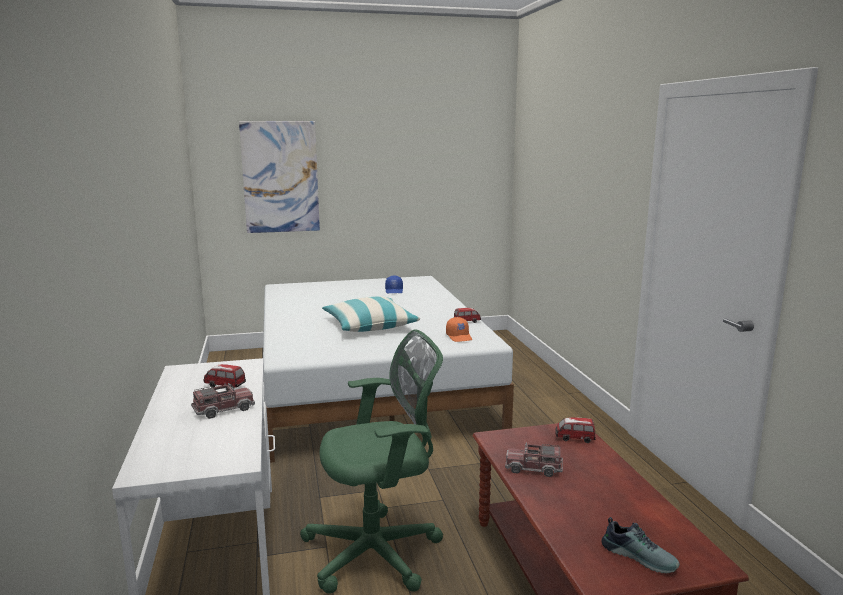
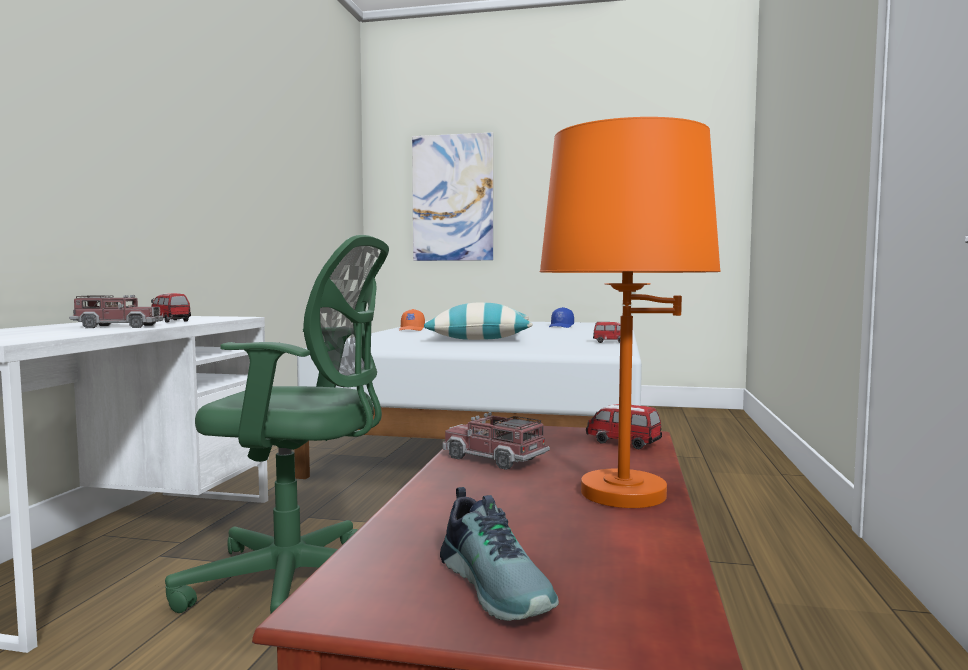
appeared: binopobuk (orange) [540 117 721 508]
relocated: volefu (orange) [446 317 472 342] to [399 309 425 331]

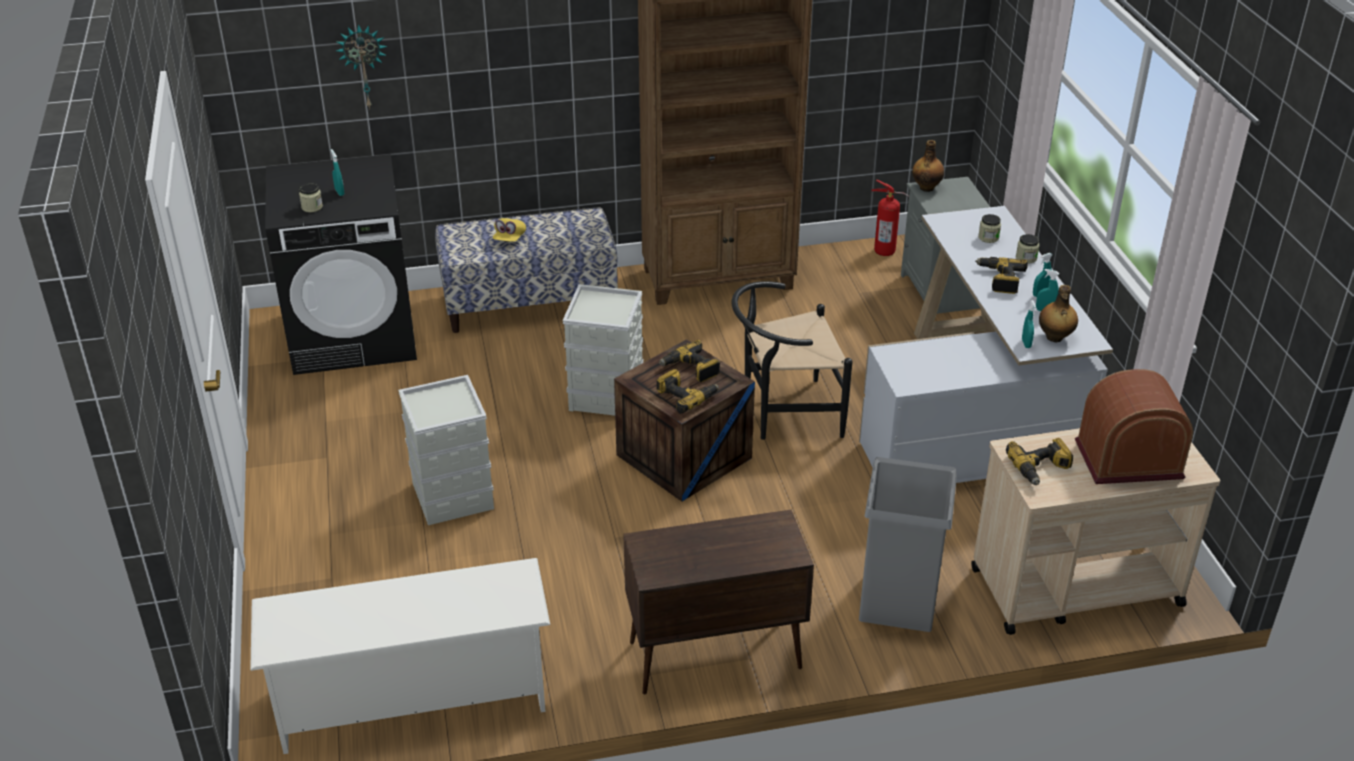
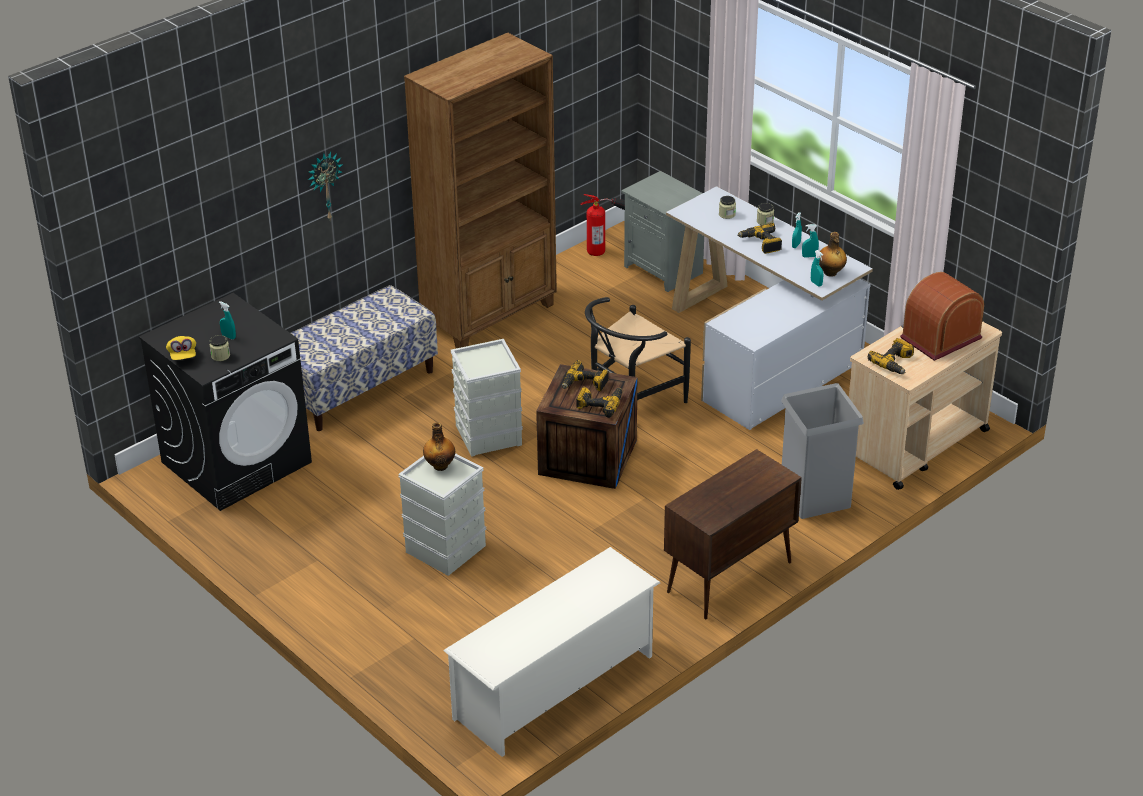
relocated: volefu (yellow) [493 218 526 242] to [166 336 196 360]; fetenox [336 24 387 109] to [308 151 343 220]; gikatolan [912 140 944 192] to [423 422 455 471]

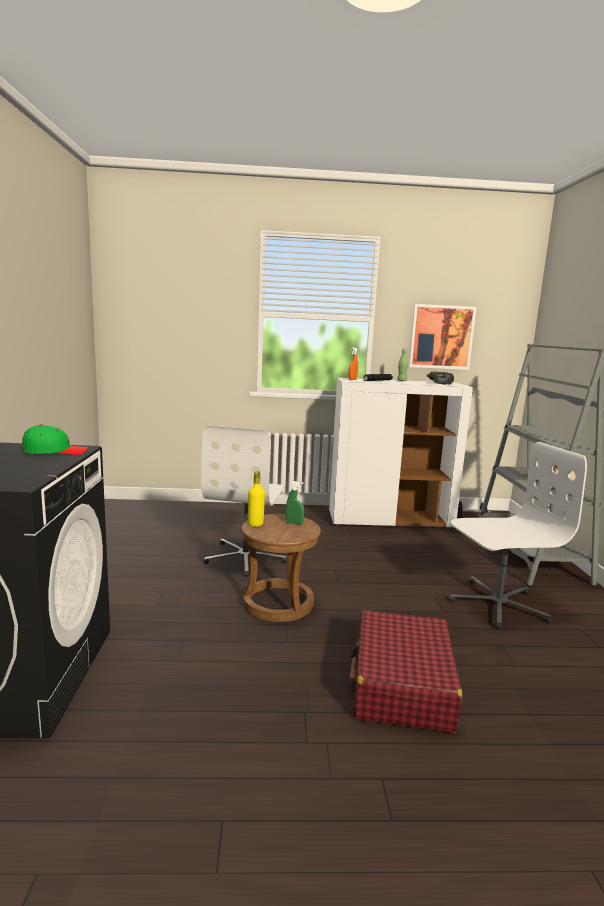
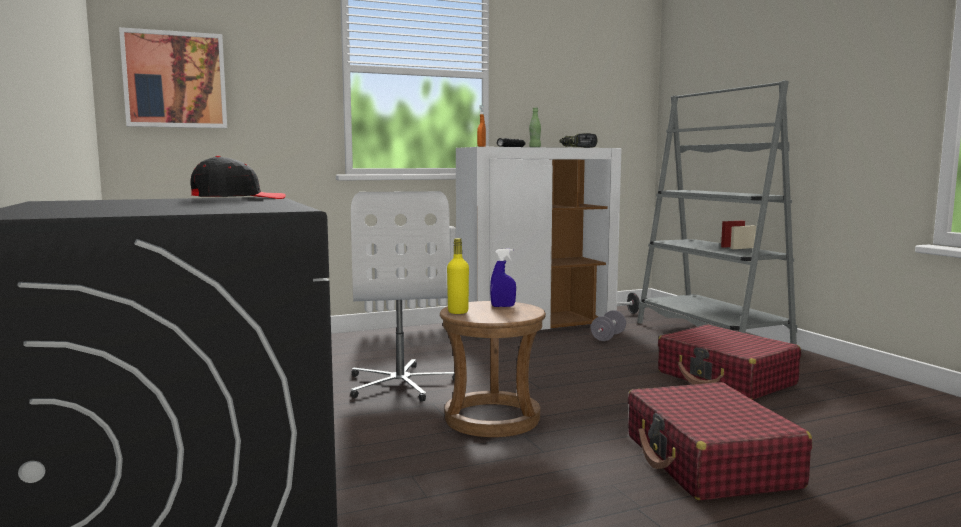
appeared: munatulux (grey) [591 310 626 341]
relocated: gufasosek [408 304 476 370] to [119 27 227 128]
exchanged: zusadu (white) [449 442 587 629] to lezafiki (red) [658 324 801 400]
colour: volefu (green) [22 424 88 455] to volefu (black) [190 156 286 199]; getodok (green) [286 481 304 525] to getodok (blue) [490 249 516 307]

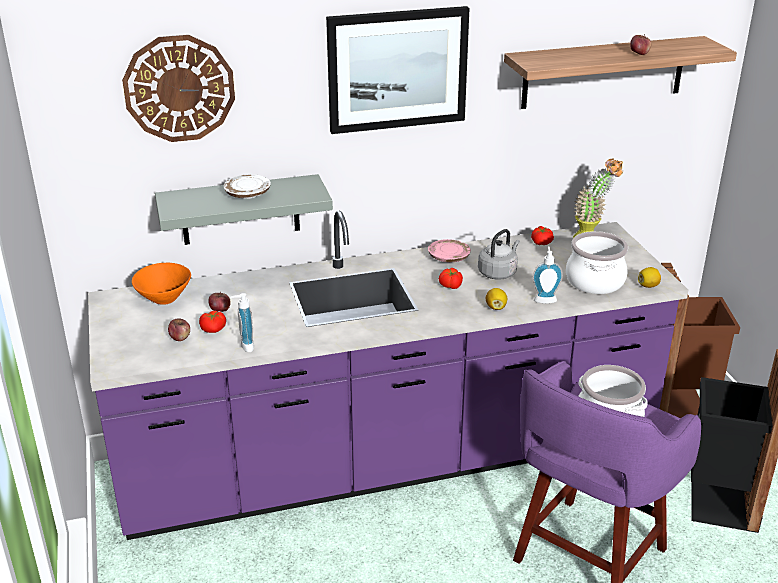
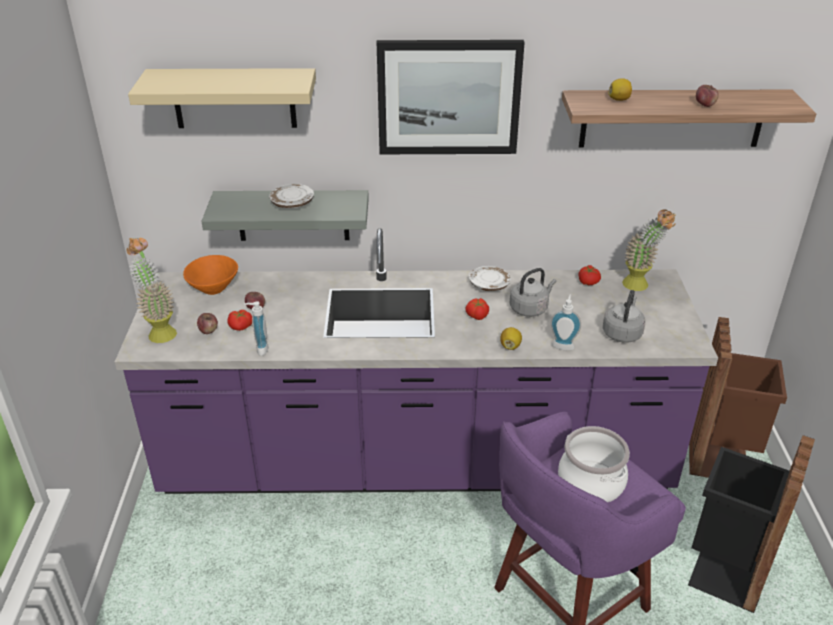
appeared: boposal [127 238 177 343]
relocated: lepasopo [638 267 661 288] to [608 78 632 101]
exchanged: fetenox [122 35 235 142] to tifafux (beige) [128 68 316 128]; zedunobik [566 231 628 294] to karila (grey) [603 290 645 343]
colour: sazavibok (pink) [428 239 471 262] to sazavibok (white) [469 266 511 291]

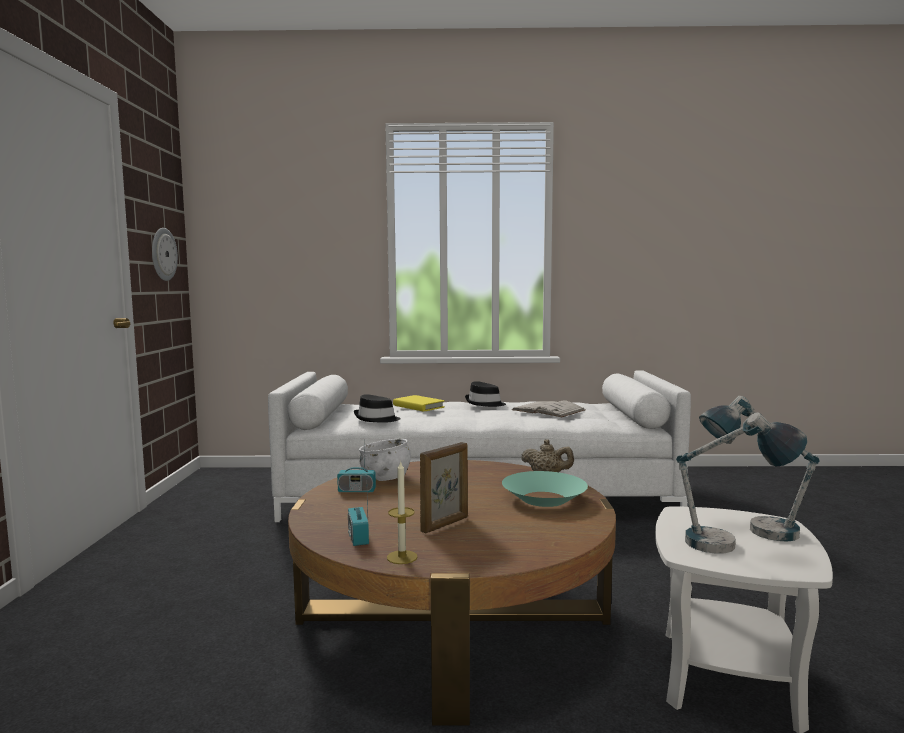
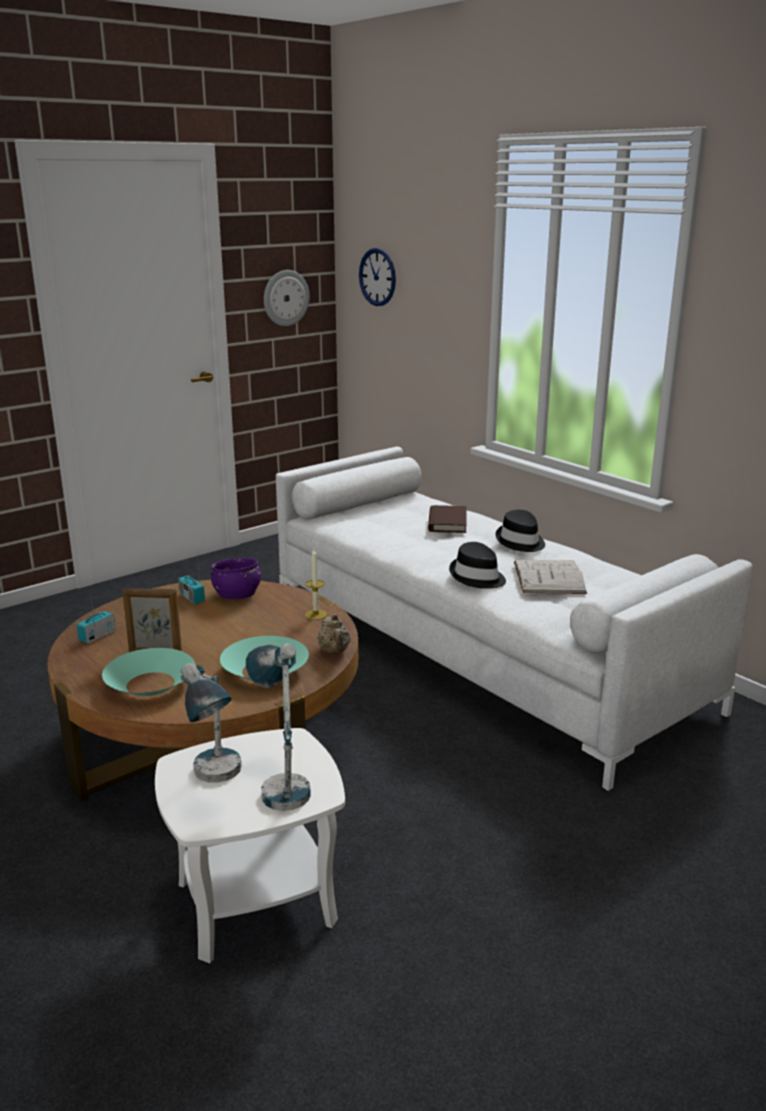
appeared: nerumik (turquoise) [102 648 195 696]; fetenox [359 248 396 306]
relocated: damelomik [387 461 418 564] to [305 549 327 620]; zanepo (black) [354 394 401 423] to [449 542 506 589]
colour: nerumik (white) [359 439 411 481] to nerumik (purple) [211 558 261 599]; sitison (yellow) [393 395 445 412] to sitison (brown) [428 505 467 533]

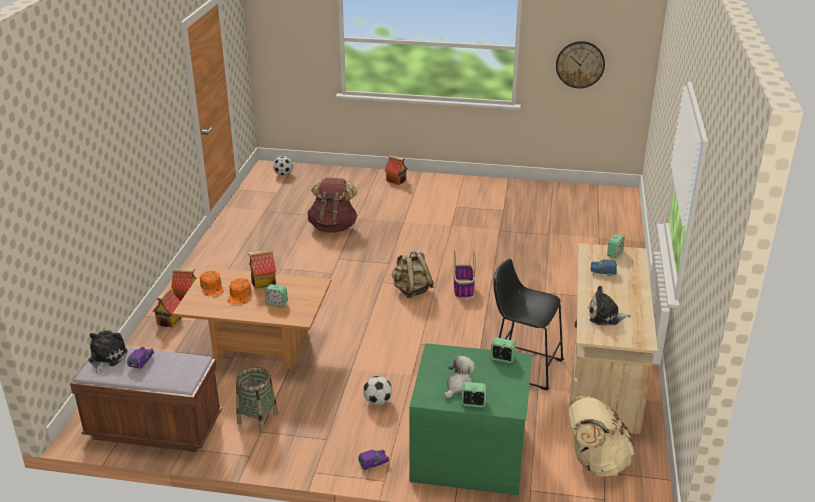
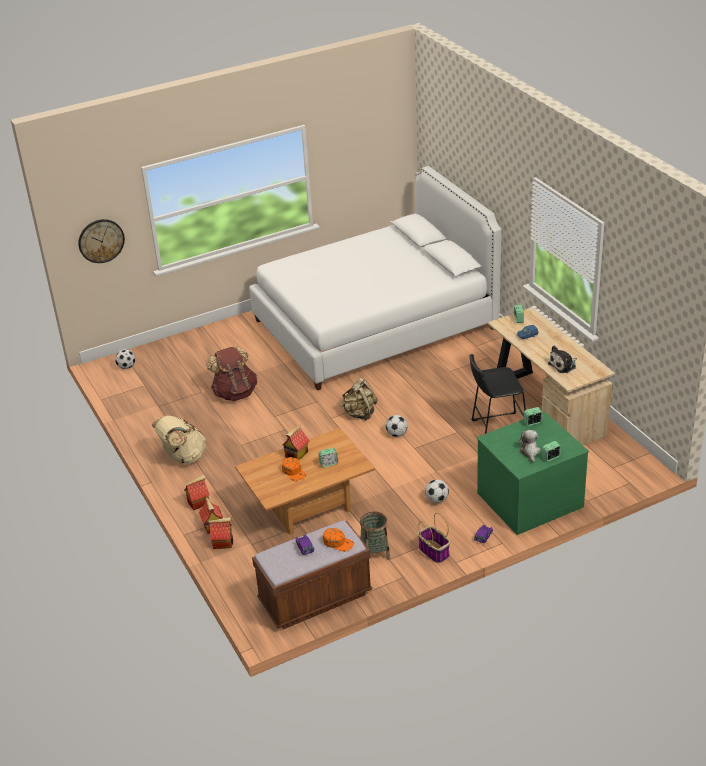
missing: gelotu [89 330 128 374]
appeared: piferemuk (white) [249 166 502 391]; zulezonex [386 415 408 437]
relocated: fetenox [556 41 605 88] to [78 219 125 263]; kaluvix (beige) [568 396 635 477] to [152 416 206 464]; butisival [385 156 407 185] to [208 517 233 549]; volefu (orange) [200 271 224 296] to [323 528 354 552]; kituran [453 250 476 298] to [418 513 450 564]

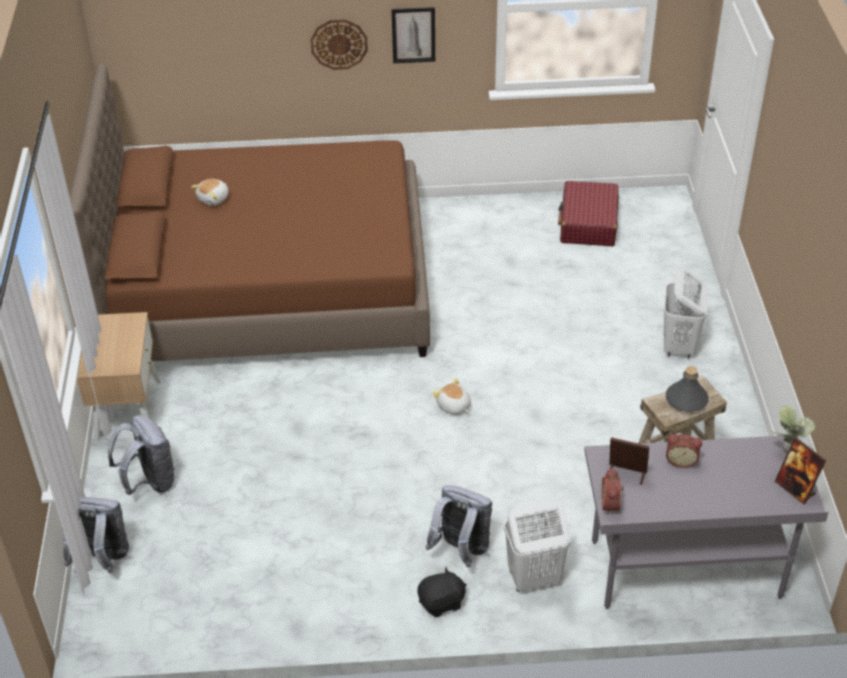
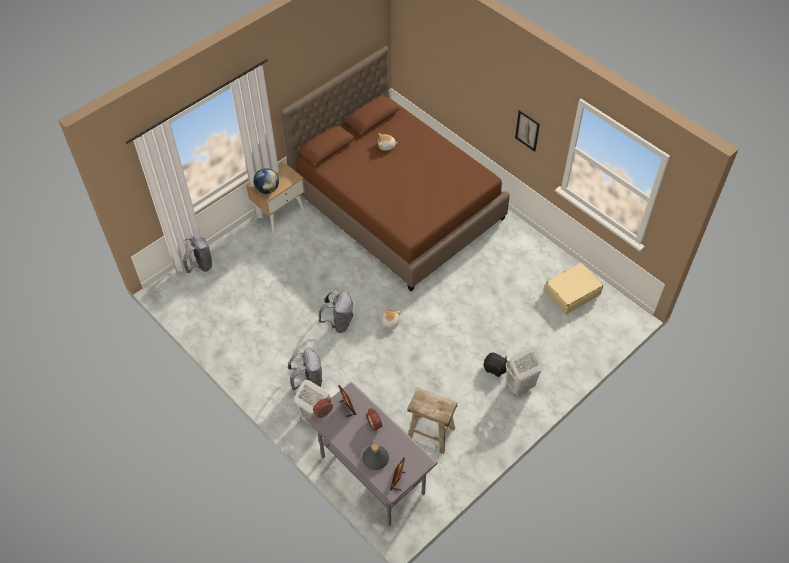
missing: fetenox [311 19 368 70]; boposal [772 405 815 453]
appeared: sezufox [253 168 279 194]
relocated: kaluvix (grey) [108 415 175 495] to [319 290 353 333]; gikatolan (grey) [666 366 709 412] to [362 444 389 470]; gelotu (black) [417 567 467 617] to [483 353 507 377]
colour: lezafiki (red) [558 181 619 246] to lezafiki (beige) [544 263 603 314]

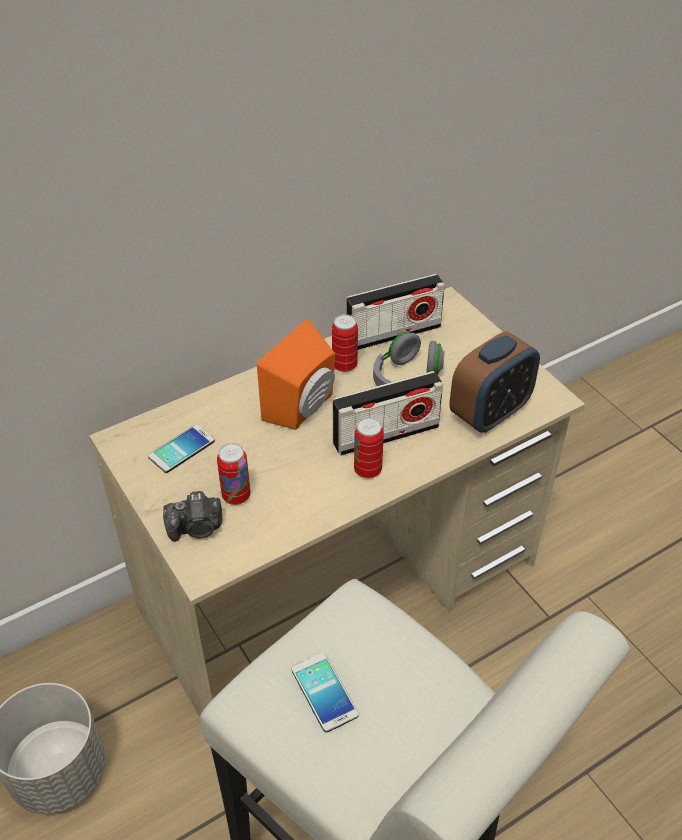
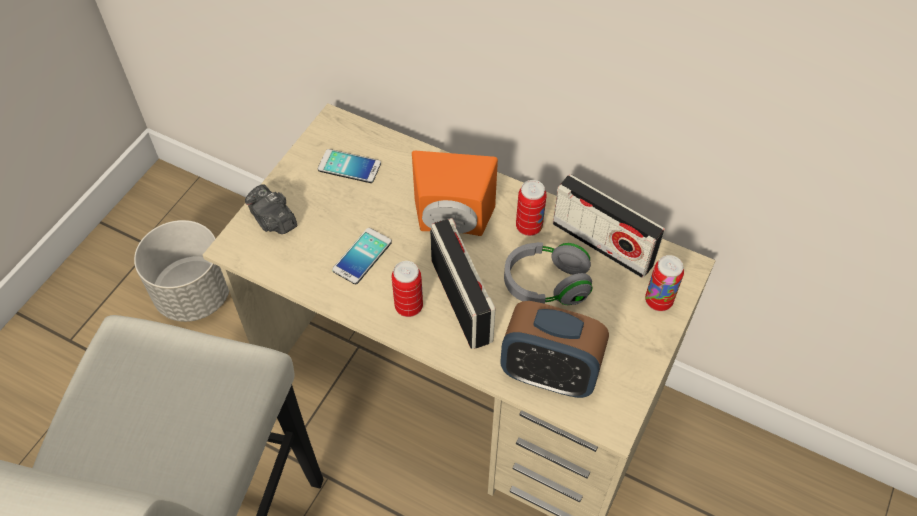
relocated: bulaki [291 653 359 732] to [332 228 392 284]; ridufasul [217 443 250 505] to [645 255 684 311]
spun: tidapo [332 371 443 456] = [430 218 495 349] 150 degrees counterclockwise

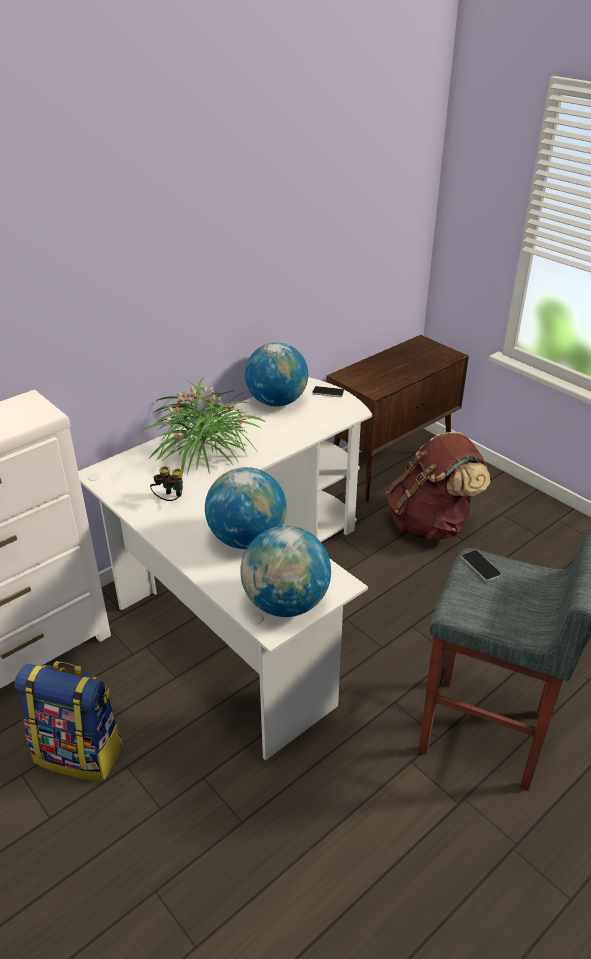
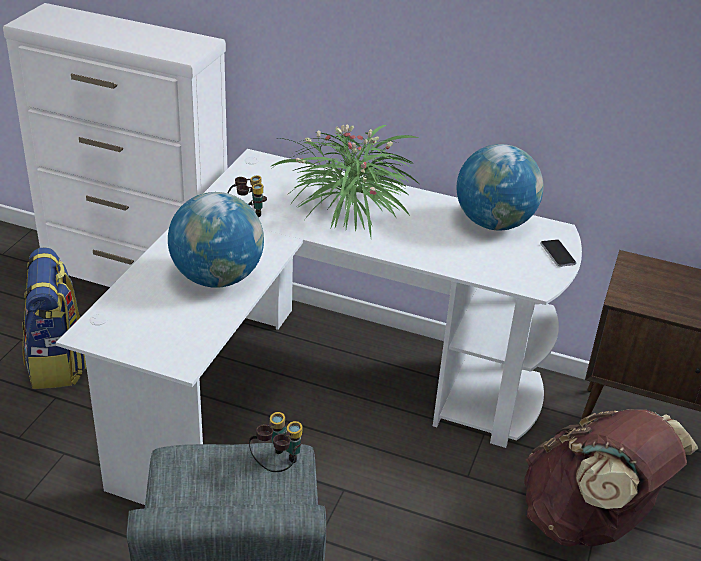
missing: sezufox [240 526 331 617]
exchanged: bulaki [461 550 502 581] to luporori [249 412 303 472]

